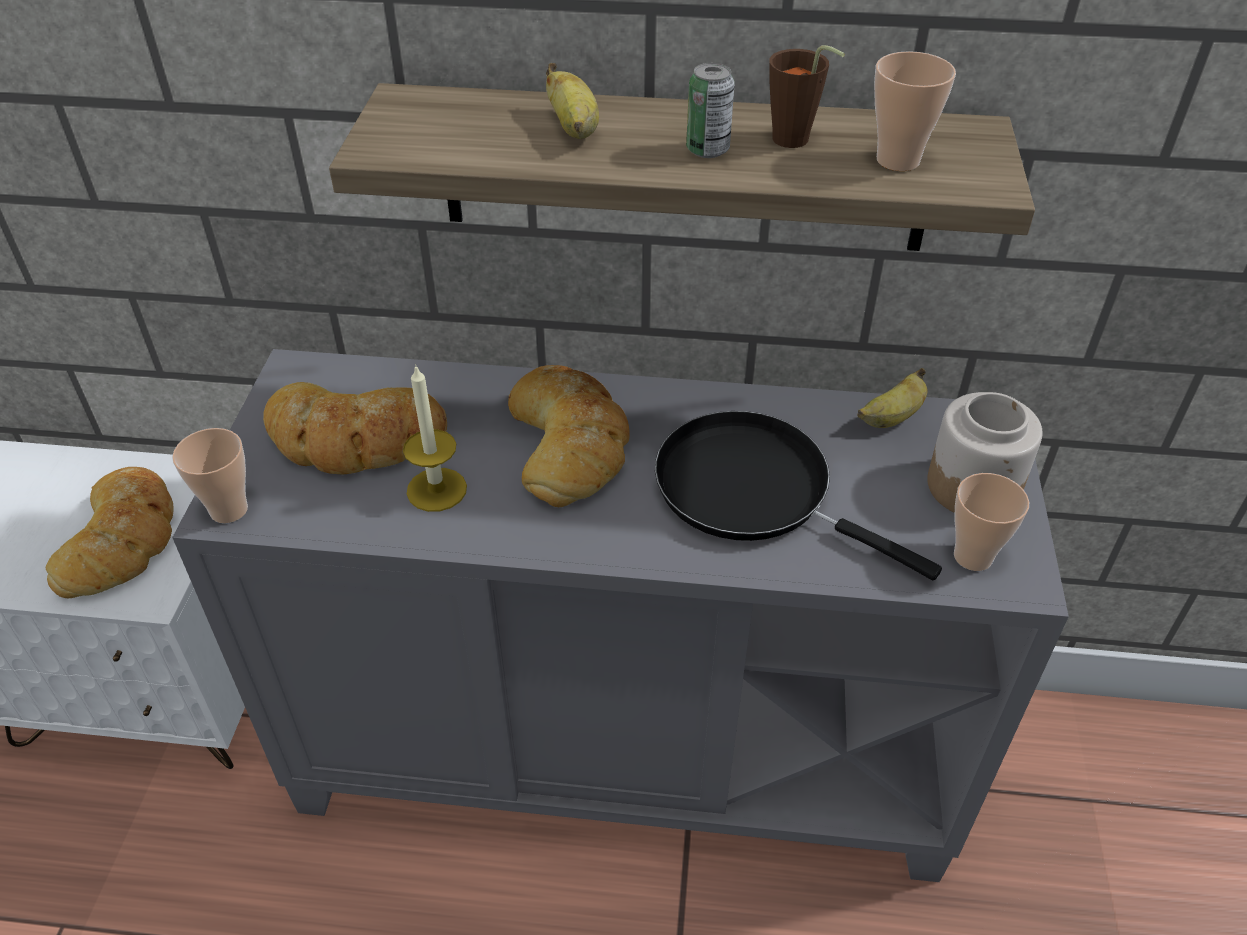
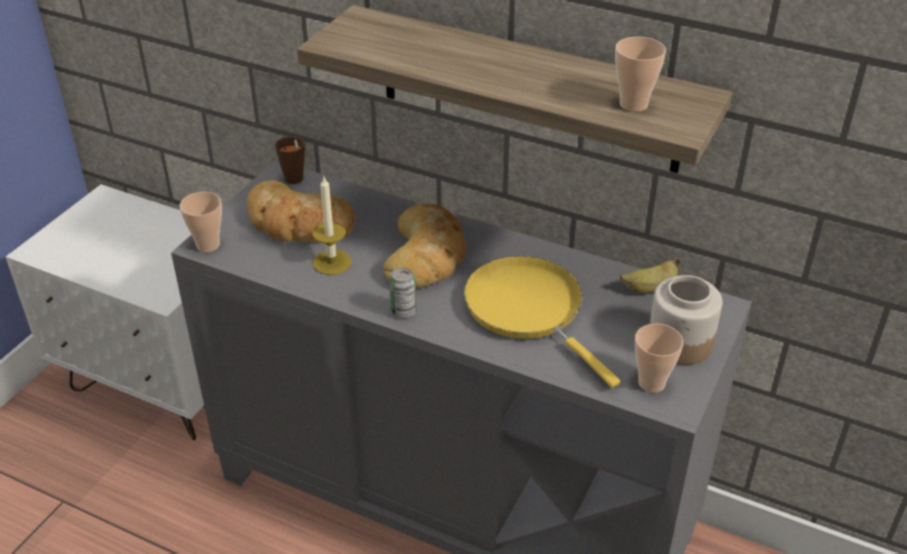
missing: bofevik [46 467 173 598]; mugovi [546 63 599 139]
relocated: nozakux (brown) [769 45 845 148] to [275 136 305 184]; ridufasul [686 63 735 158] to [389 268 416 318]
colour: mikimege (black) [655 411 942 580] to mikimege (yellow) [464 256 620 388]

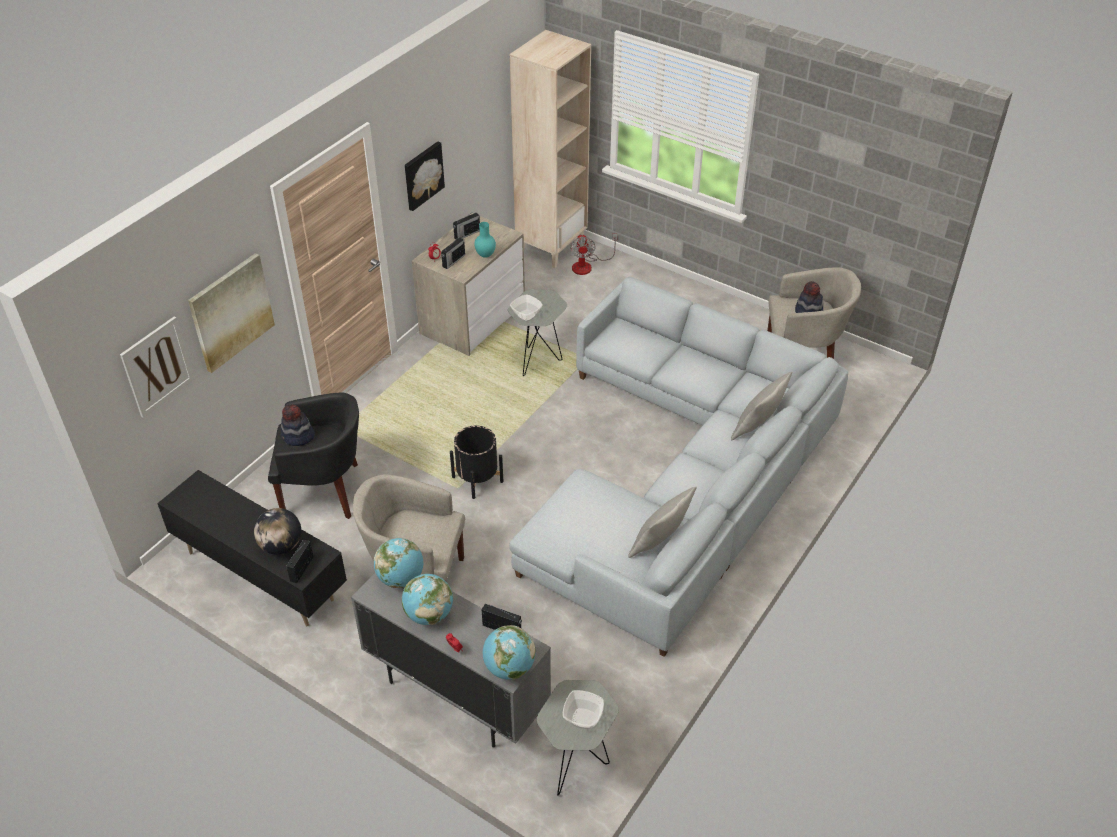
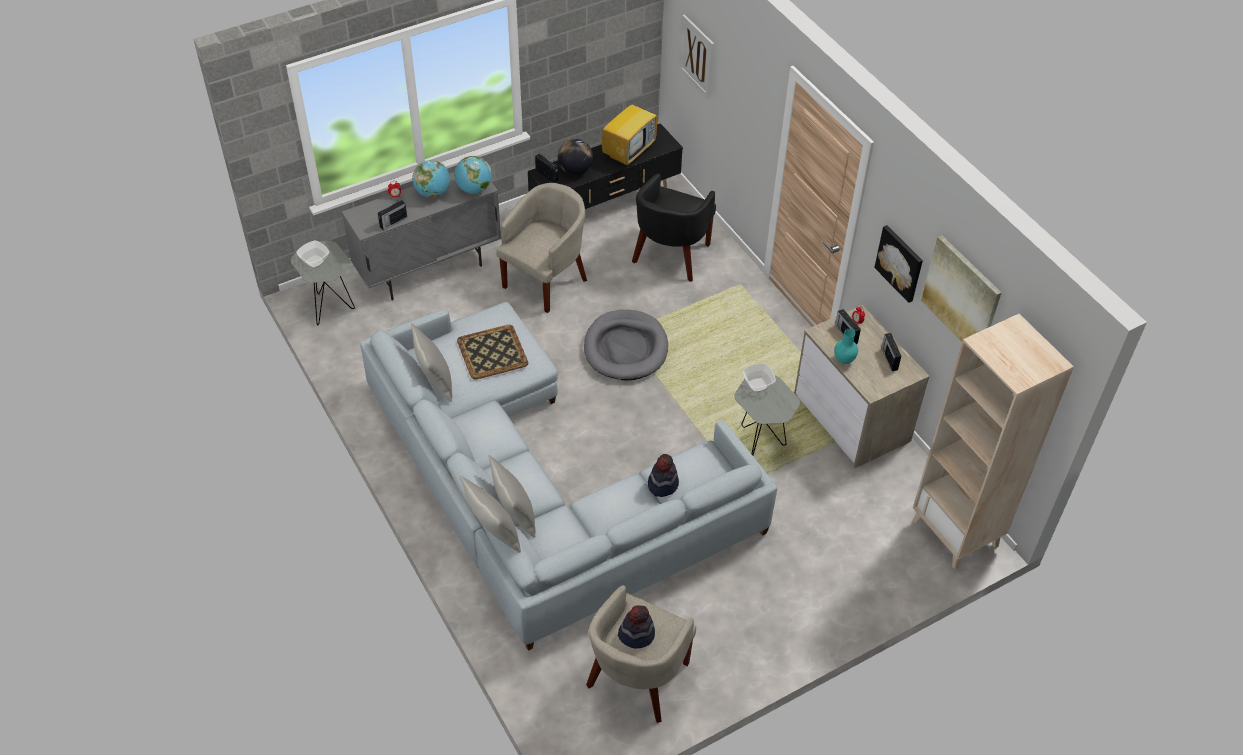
missing: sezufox [483 625 536 680]; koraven [570 234 618 275]
appeared: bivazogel [457 325 528 380]; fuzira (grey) [459 476 521 553]; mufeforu [602 93 657 166]
relocated: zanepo [281 404 315 446] to [648 454 679 497]; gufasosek [188 253 275 373] to [921 235 1002 342]
exchanged: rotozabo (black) [450 426 503 499] to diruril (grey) [584 310 668 380]

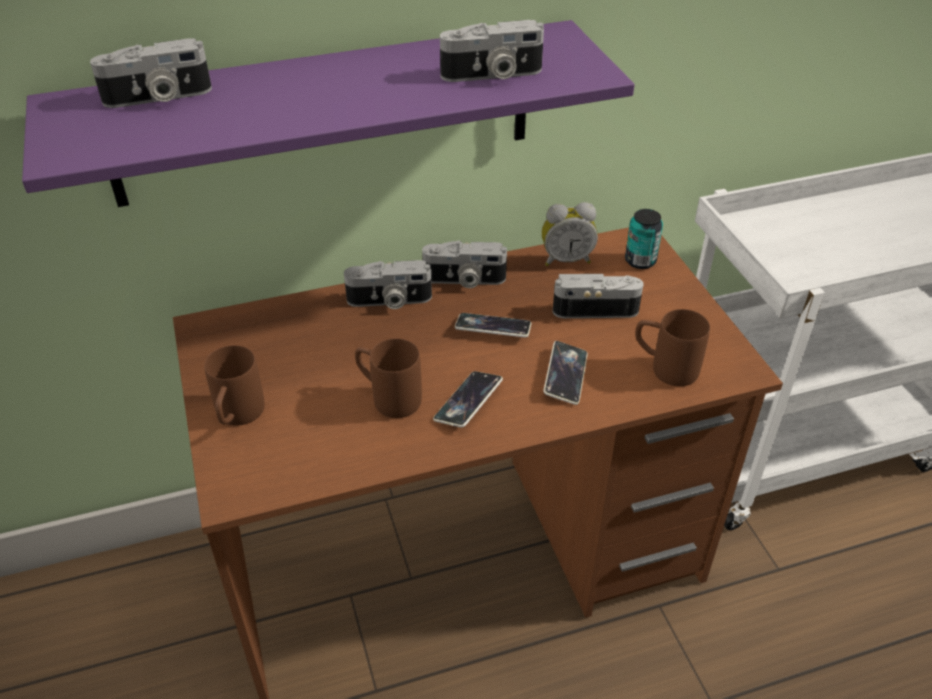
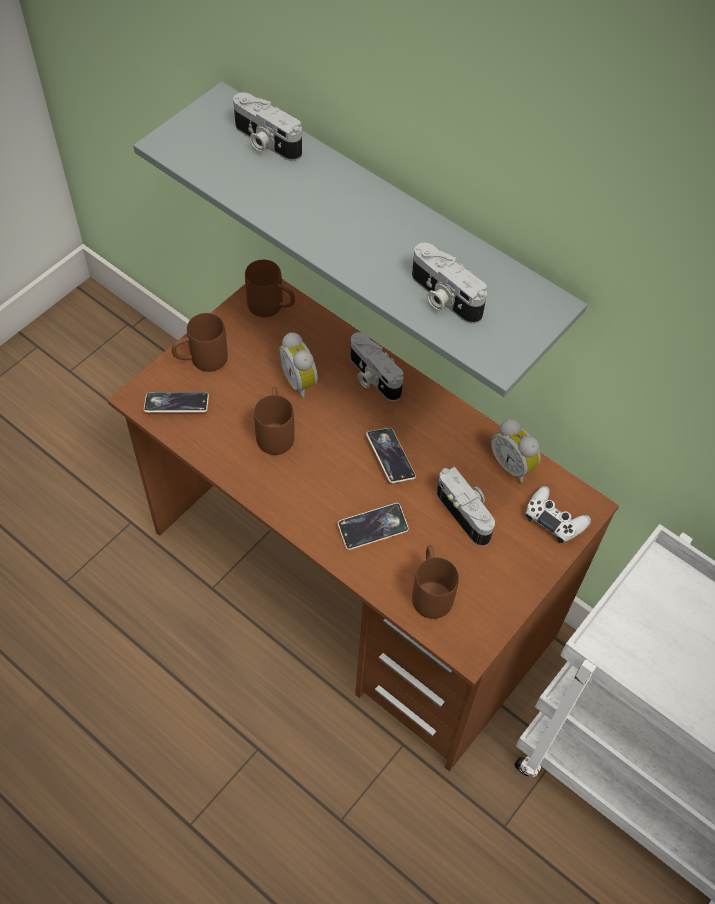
missing: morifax [422 240 507 288]
appeared: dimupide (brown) [245 260 295 317]; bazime [279 332 318 400]
relocated: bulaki [433 371 503 428] to [144 392 209 413]
exchanged: ridufasul [625 209 663 269] to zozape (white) [525 486 591 543]
colour: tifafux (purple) [22 20 634 207] to tifafux (grey) [133 82 587 397]

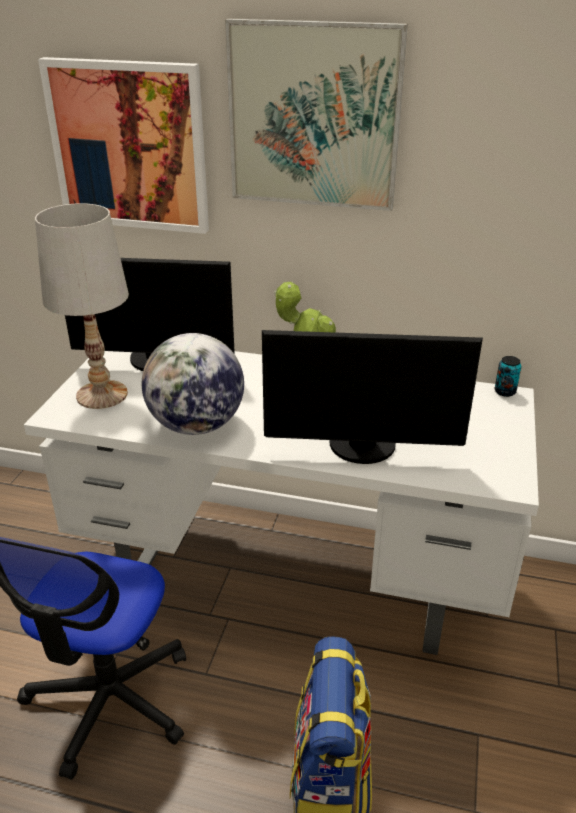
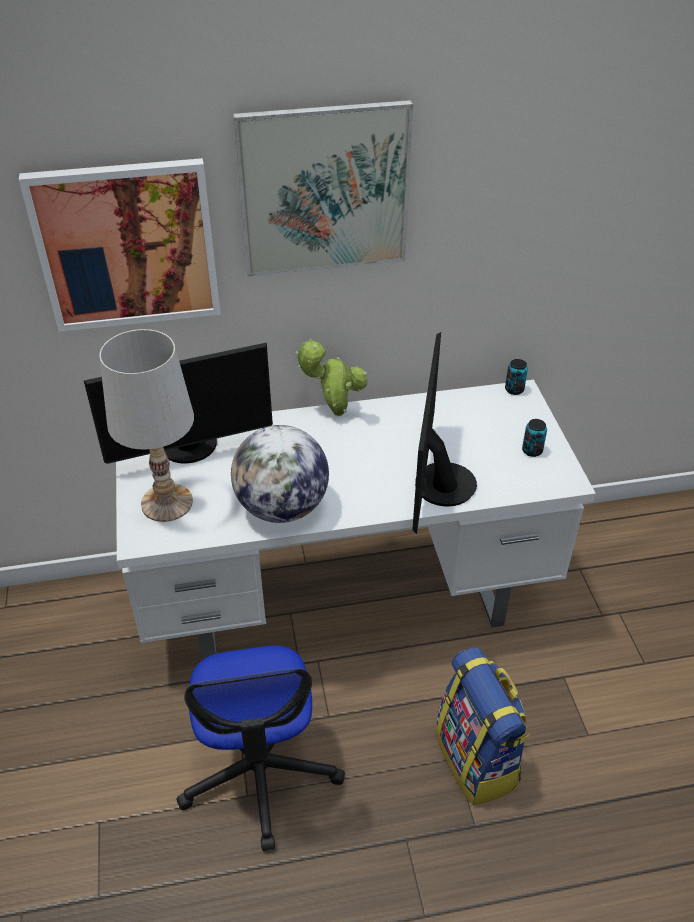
appeared: ridufasul [522 419 547 457]
spun: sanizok [262 330 483 464] = [412 332 477 534] 120 degrees clockwise

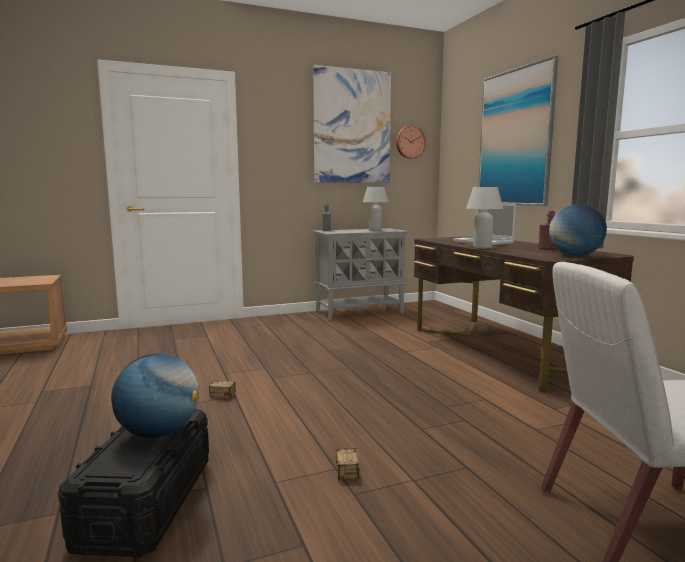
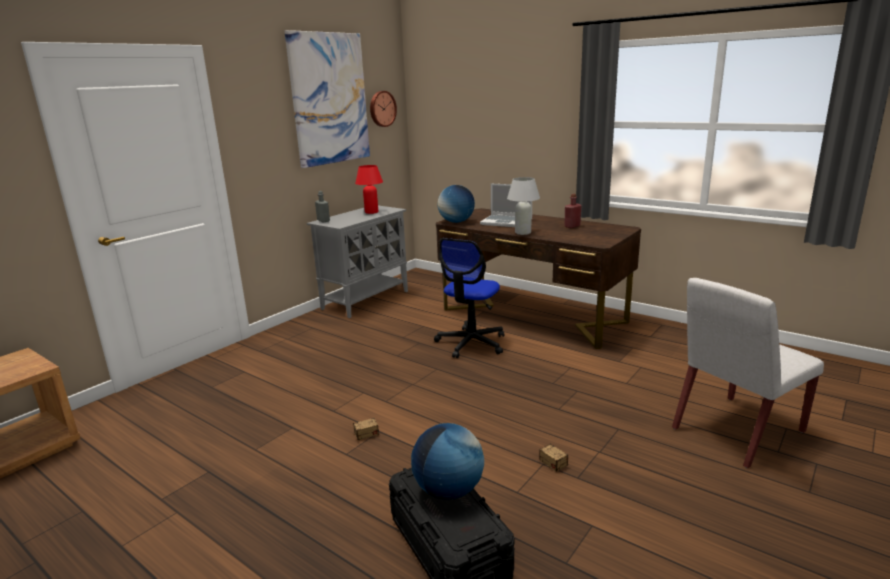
missing: gufasosek [478 56 558 206]
appeared: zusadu [434 238 504 358]
relocated: sezufox [549 204 607 256] to [437 185 475 223]
colour: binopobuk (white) [363 187 388 231] to binopobuk (red) [355 165 383 214]

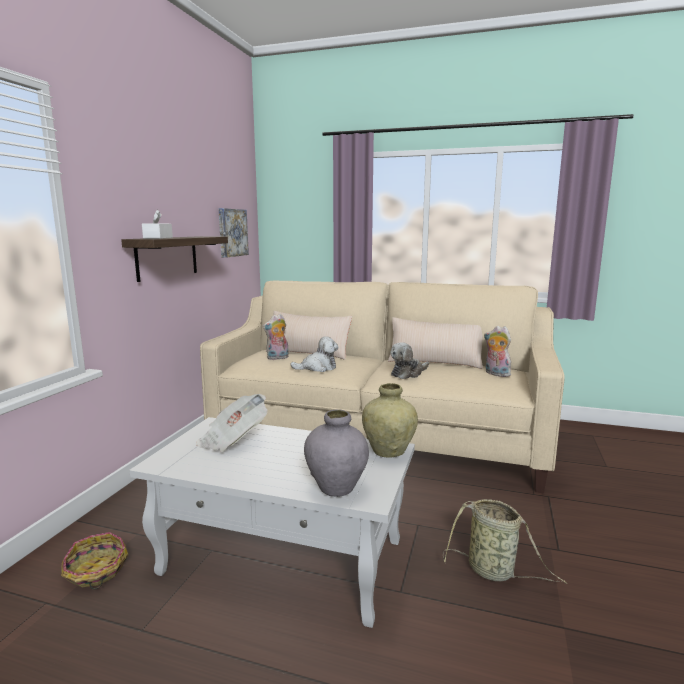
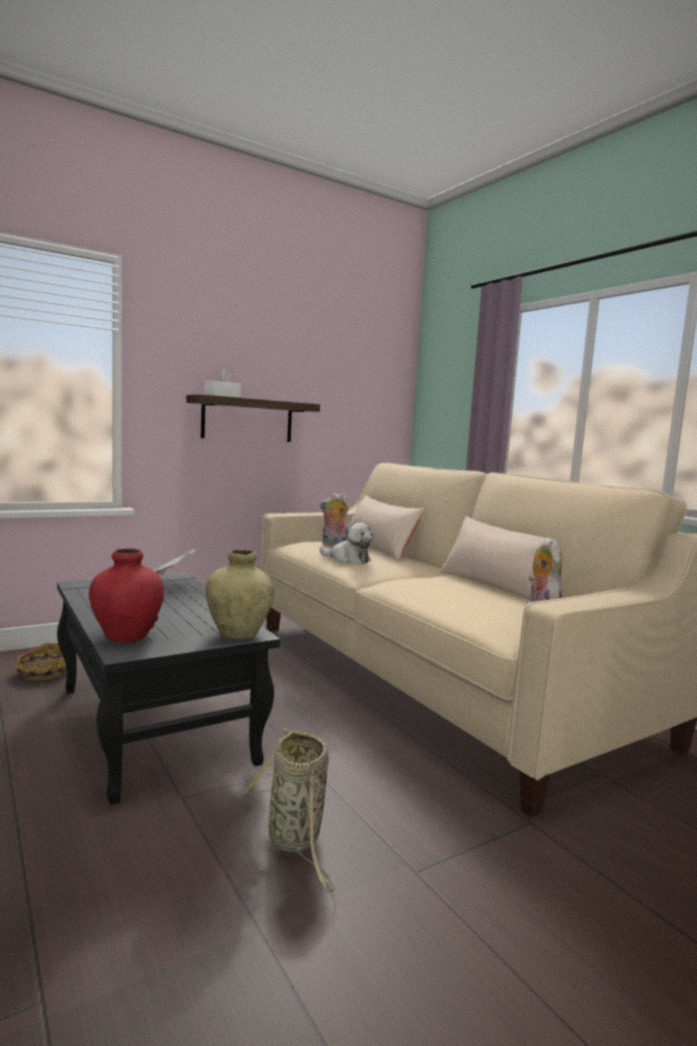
missing: gufasosek [218 208 249 258]; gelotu [390 342 429 379]
colour: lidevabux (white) [129 417 415 628] to lidevabux (black) [57 572 280 805]; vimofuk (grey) [304 409 369 497] to vimofuk (red) [89 548 164 643]

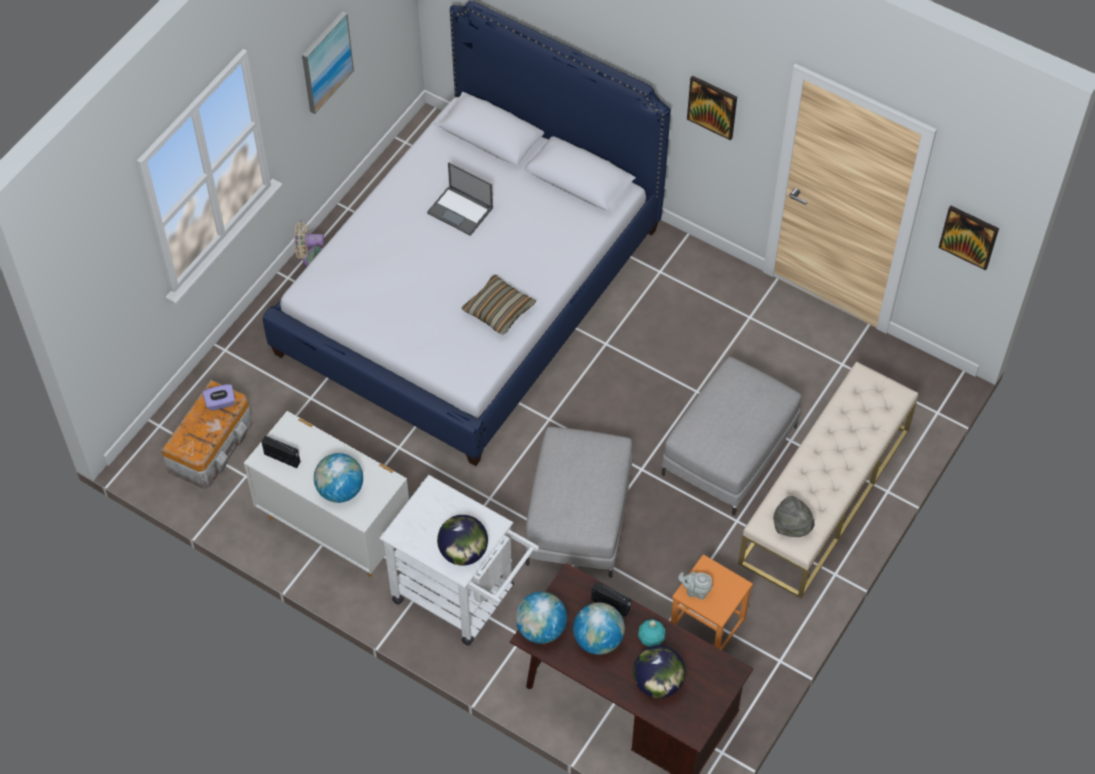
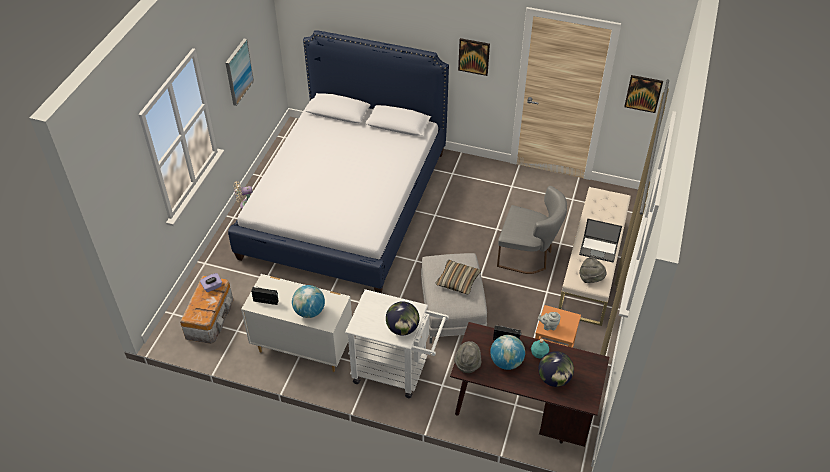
relocated: fuzira [462 275 536 335] to [436 260 481 295]; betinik [427 162 493 236] to [579 218 622 263]
exchanged: sezufox [515 592 567 644] to zanepo (grey) [454 341 481 373]; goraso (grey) [662 357 802 515] to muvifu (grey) [497 186 567 274]

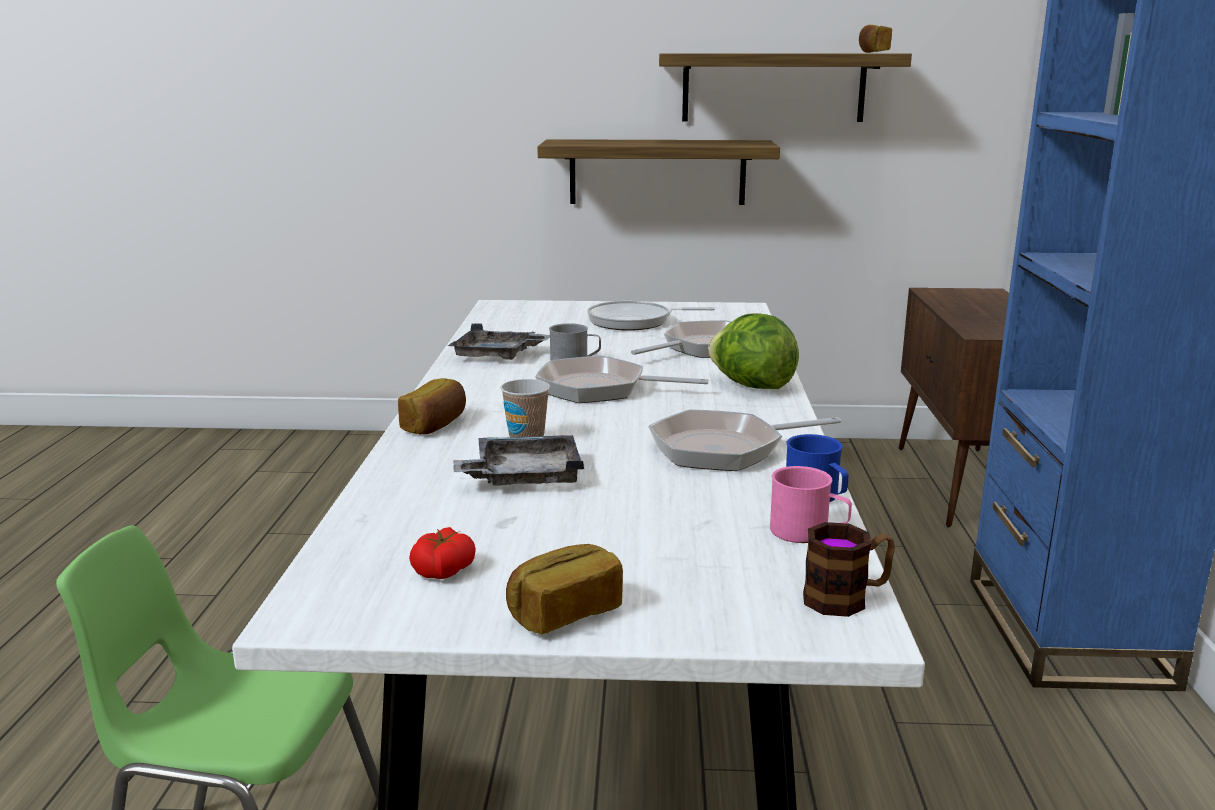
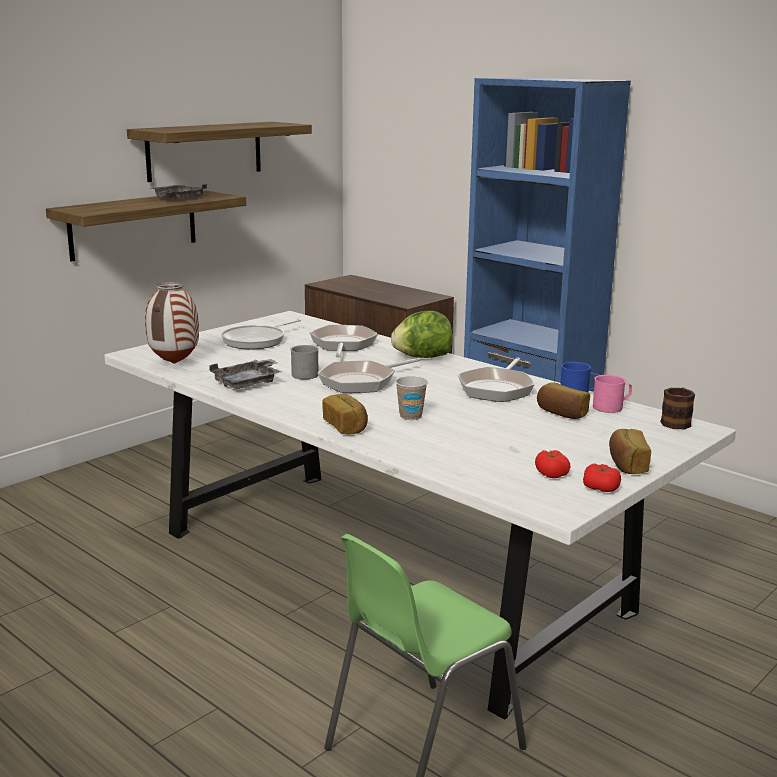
appeared: vimofuk [145 282 199 364]; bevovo [583 463 621 492]
relocated: bivazogel (grey) [453 435 584 485] to [151 184 207 198]; bofevik [859 25 892 53] to [537 383 590 419]

